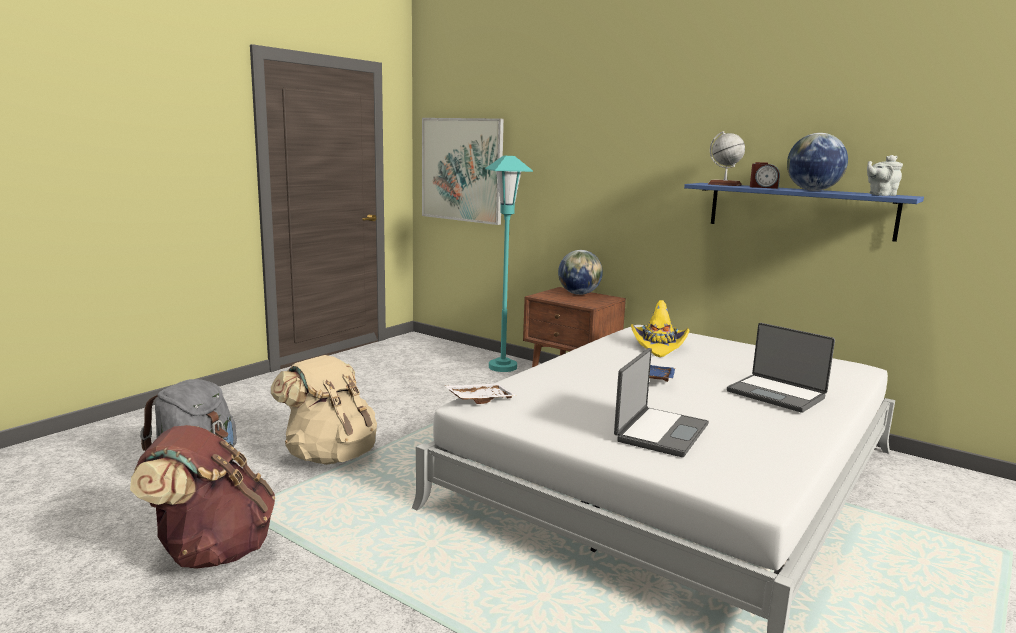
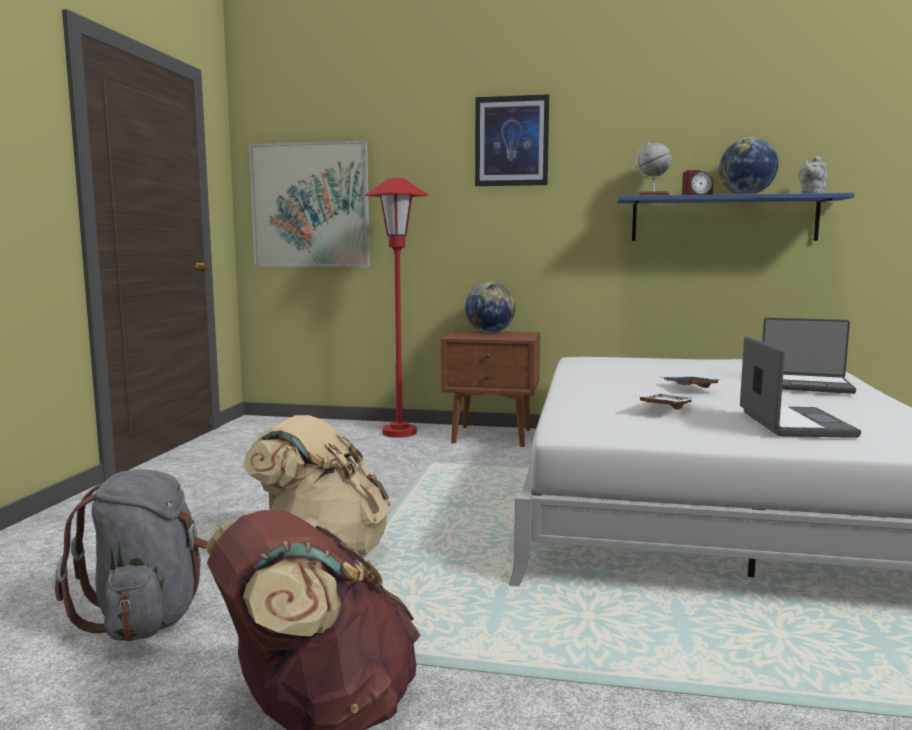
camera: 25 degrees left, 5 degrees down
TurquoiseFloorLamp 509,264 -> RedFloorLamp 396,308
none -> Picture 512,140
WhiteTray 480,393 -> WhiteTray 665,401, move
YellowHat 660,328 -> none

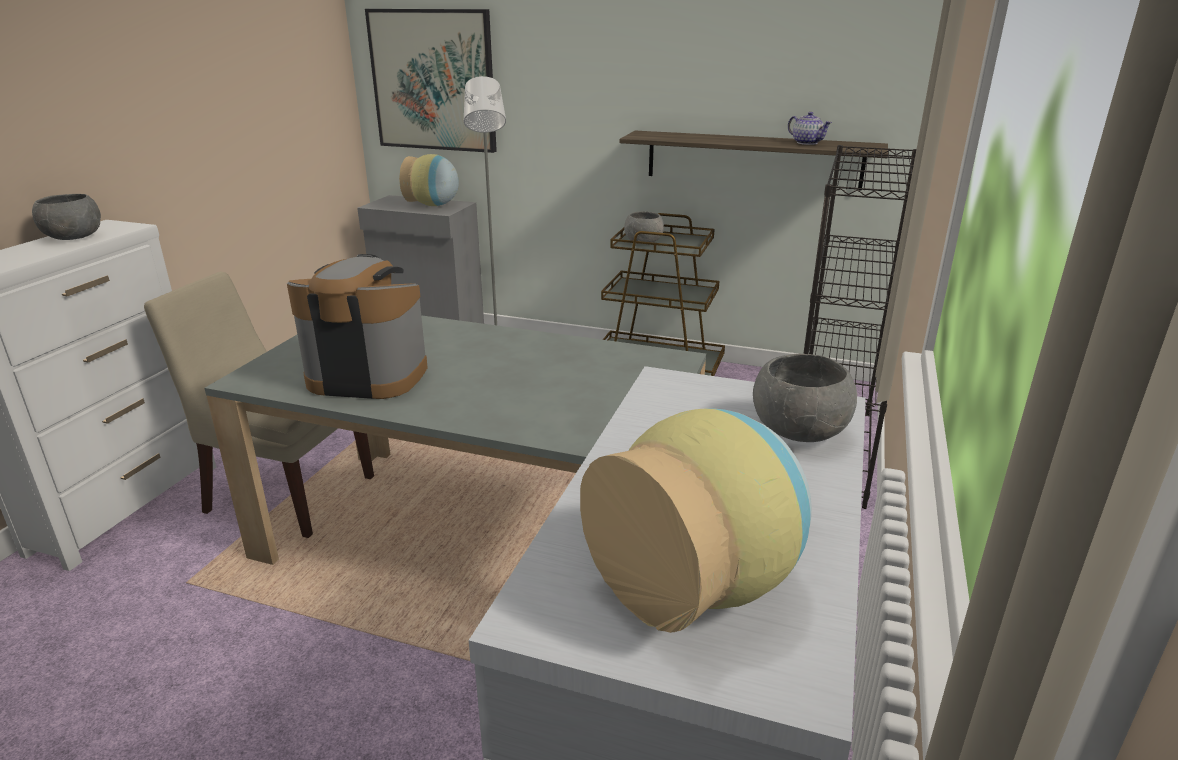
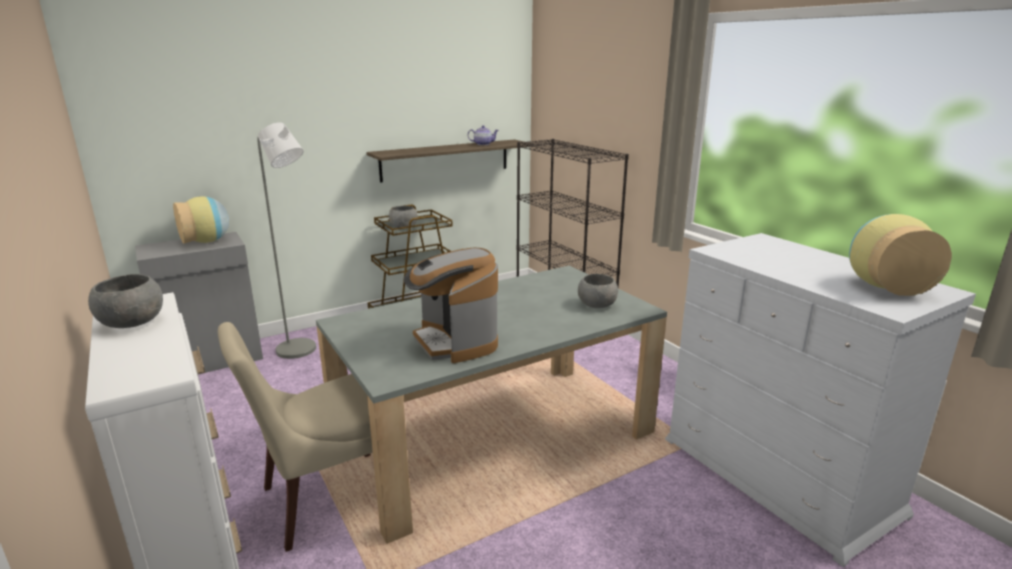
camera: 50 degrees left, 5 degrees down
CoffeeMachine 357,326 -> CoffeeMachine 451,305, 75 degrees counterclockwise
GreyBowl 805,398 -> GreyBowl 598,291, move
Picture 431,81 -> none

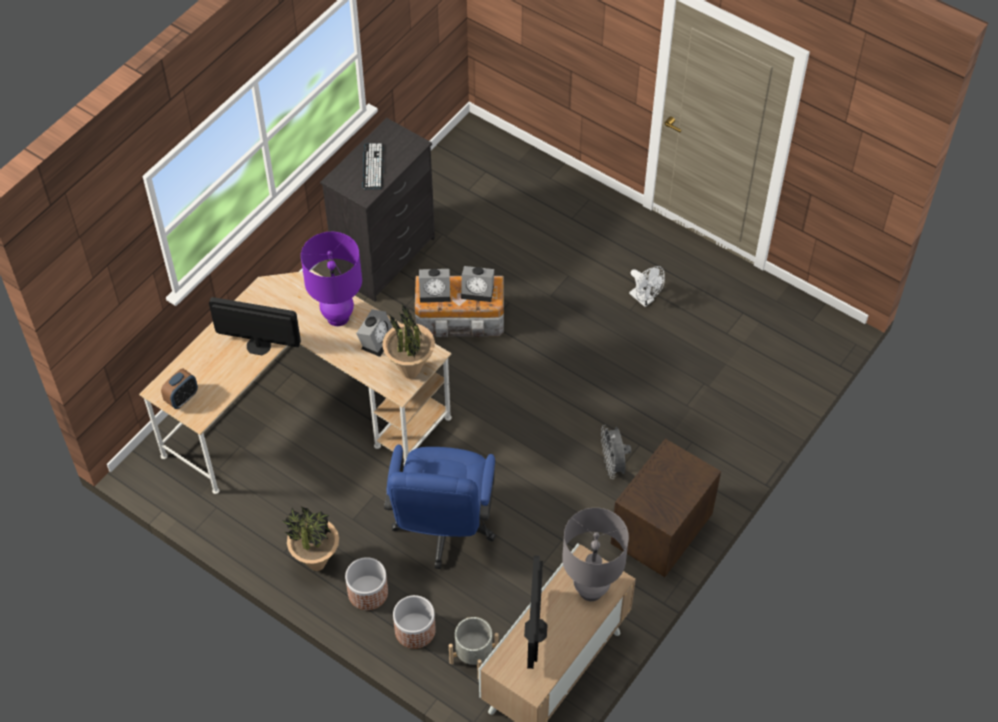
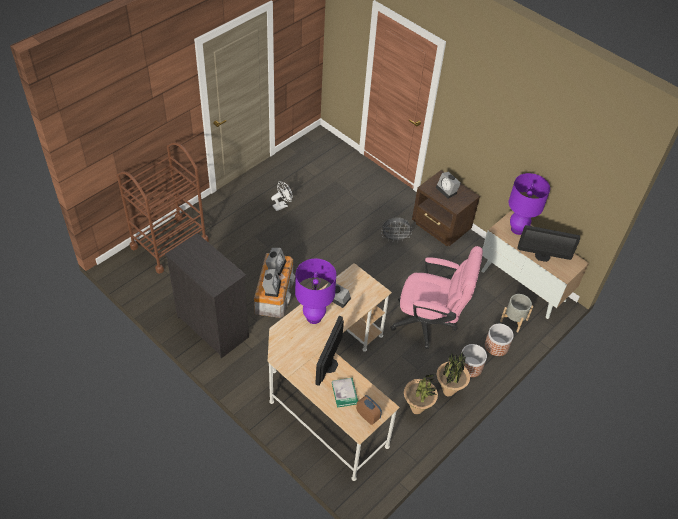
camera: 85 degrees left, 5 degrees down
none -> BrownCart 163,208
none -> Book 345,393
BlueOfficeChair 440,506 -> PinkOfficeChair 436,297
PottedPlant 408,341 -> PottedPlant 422,394, move
none -> AlarmClock 448,185
GreyTableLamp 595,554 -> PurpleTableLamp 529,204
Keyboard 373,166 -> none

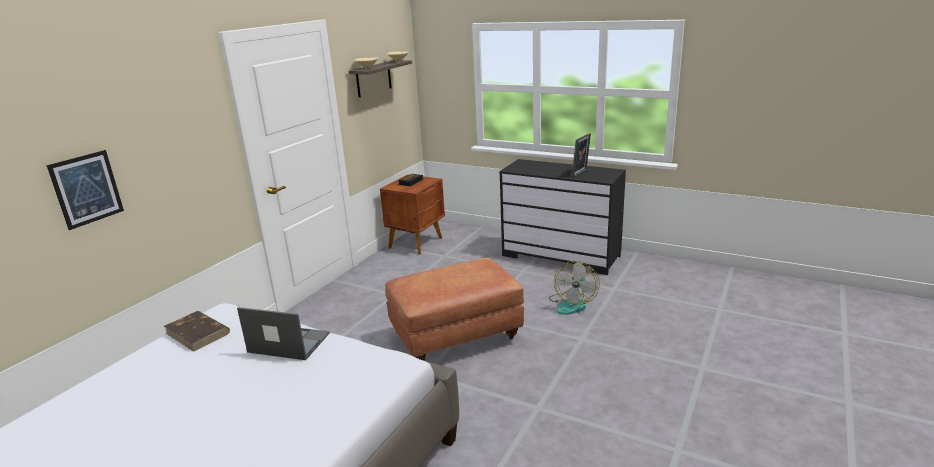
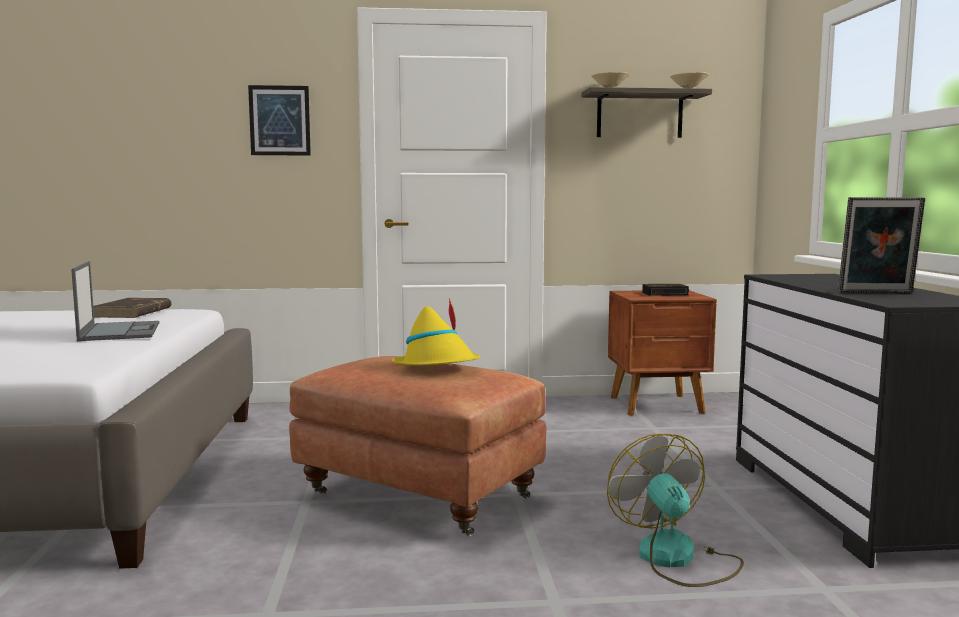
camera: 55 degrees right, 15 degrees down
Picture 85,190 -> Picture 279,120, move
none -> YellowHat 436,331
Fan 574,287 -> Fan 675,510, 90 degrees clockwise

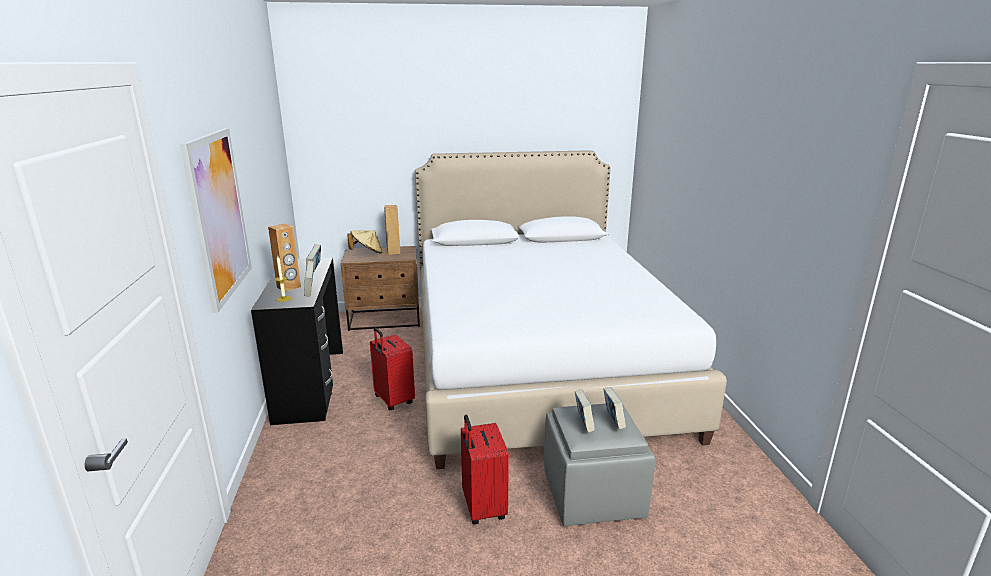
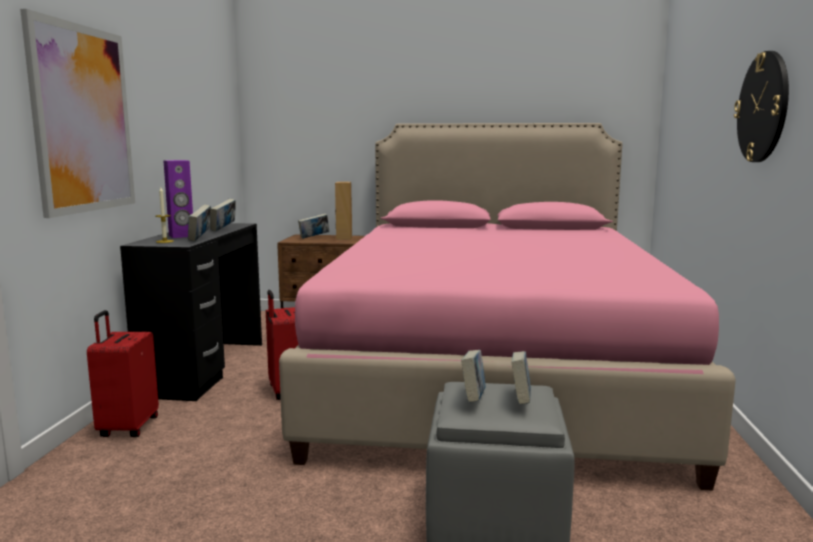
camera: 15 degrees right, 10 degrees down
RedSuitcase 485,469 -> RedSuitcase 123,373, move
BrownSpeaker 284,257 -> PurpleSpeaker 178,199
WhiteBed 571,309 -> PinkBed 507,307
BeigeHat 365,242 -> Book 313,226
none -> WallClock 761,106

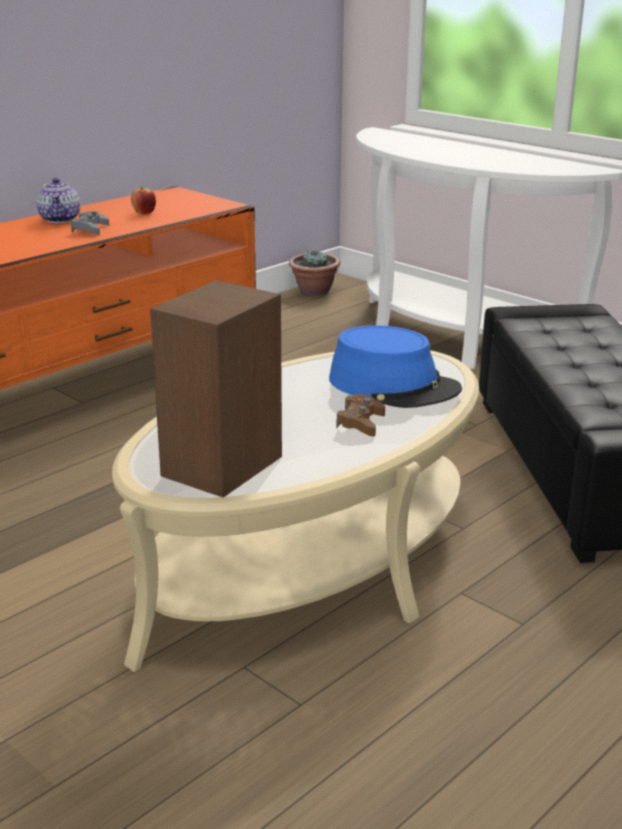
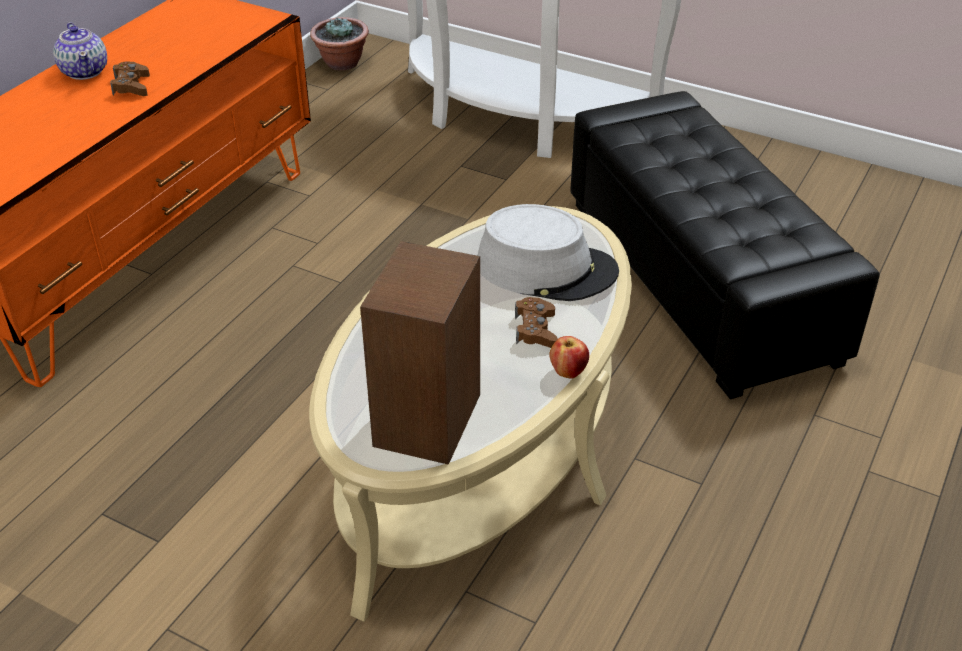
camera: 15 degrees left, 15 degrees up
GreyGameController 90,223 -> BrownGameController 130,78
BlueHat 395,366 -> GreyHat 548,252
Apple 143,201 -> Apple 569,357, move

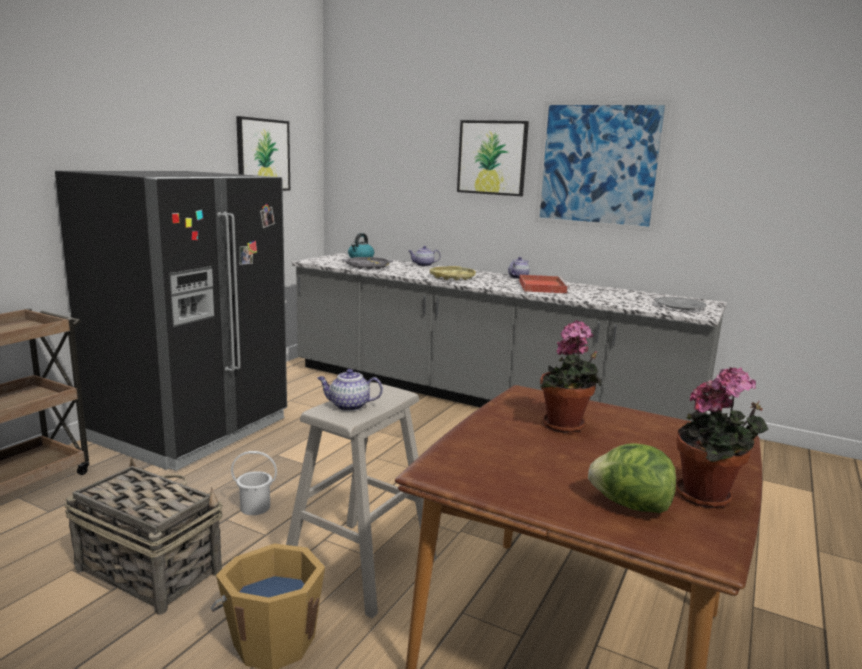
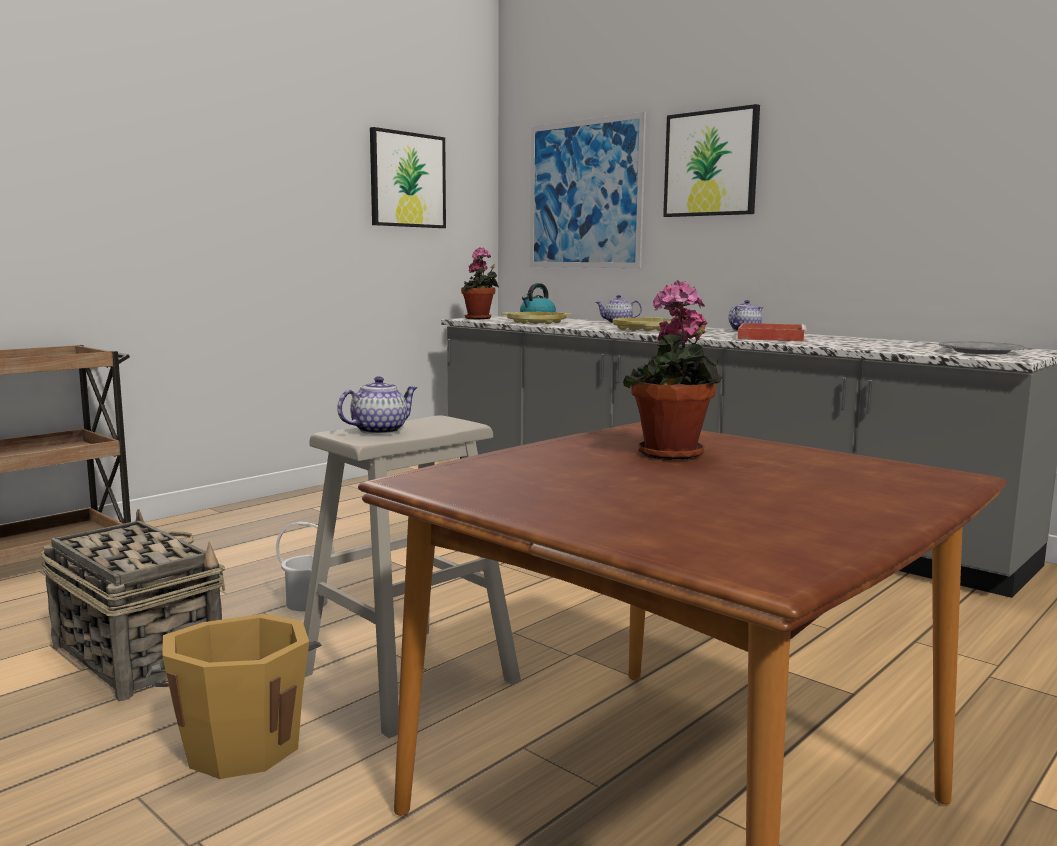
camera: 15 degrees right, 5 degrees down
Teapot 350,390 -> Teapot 377,405, 120 degrees clockwise
PottedPlant 722,437 -> PottedPlant 480,283, move
GreyTray 367,263 -> YellowTray 536,318
Picture 603,166 -> Picture 588,190, move
BlackFridge 171,321 -> none
Lettuce 632,478 -> none

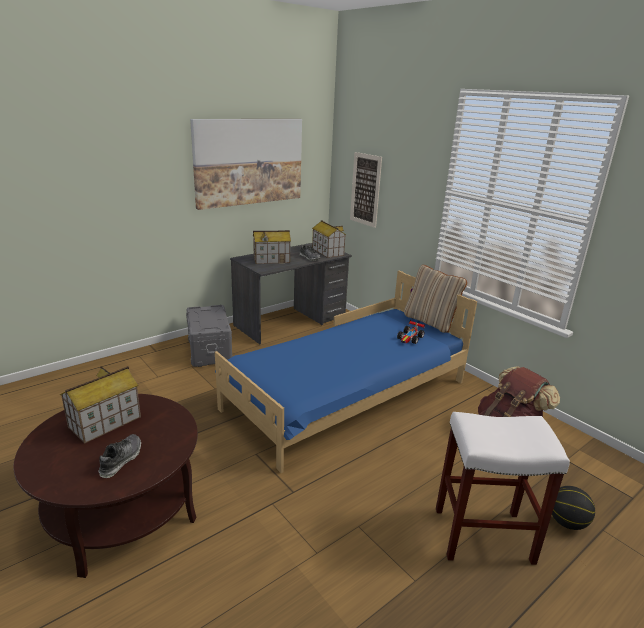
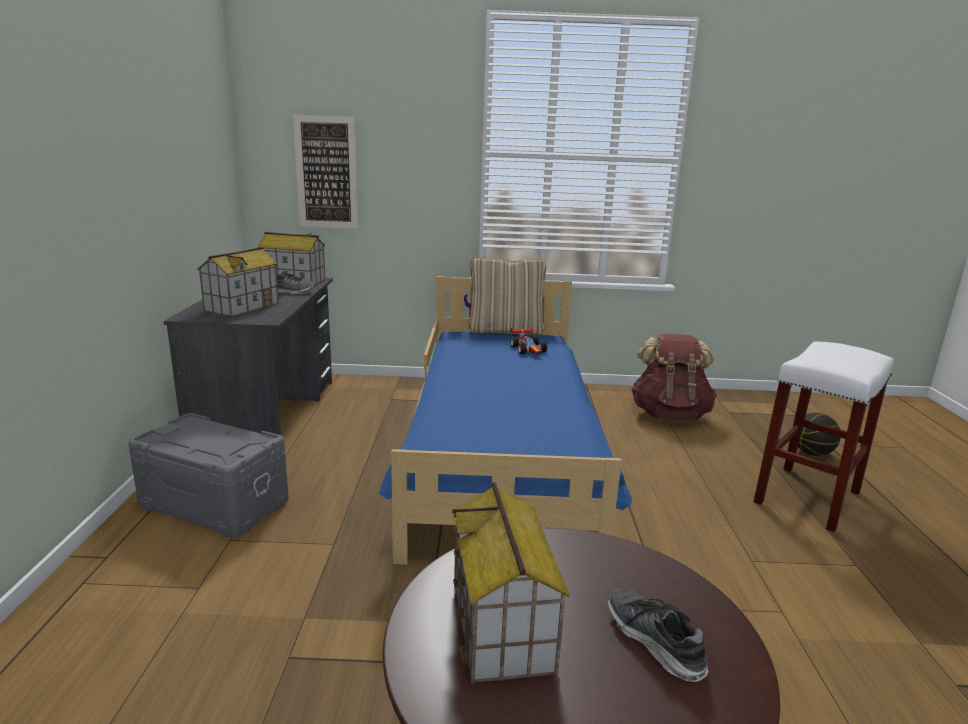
camera: 50 degrees left, 5 degrees down
Picture 246,164 -> none

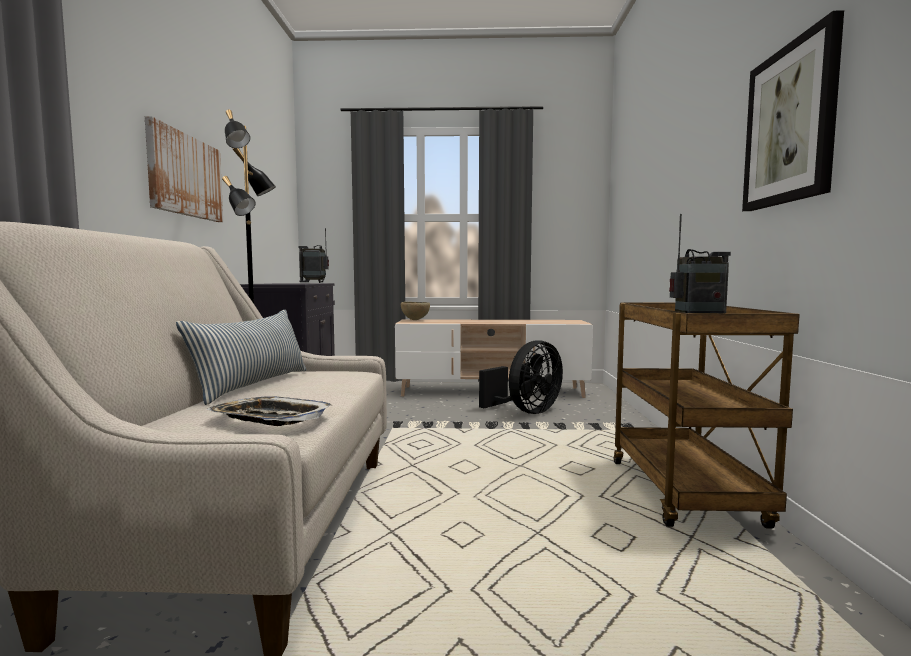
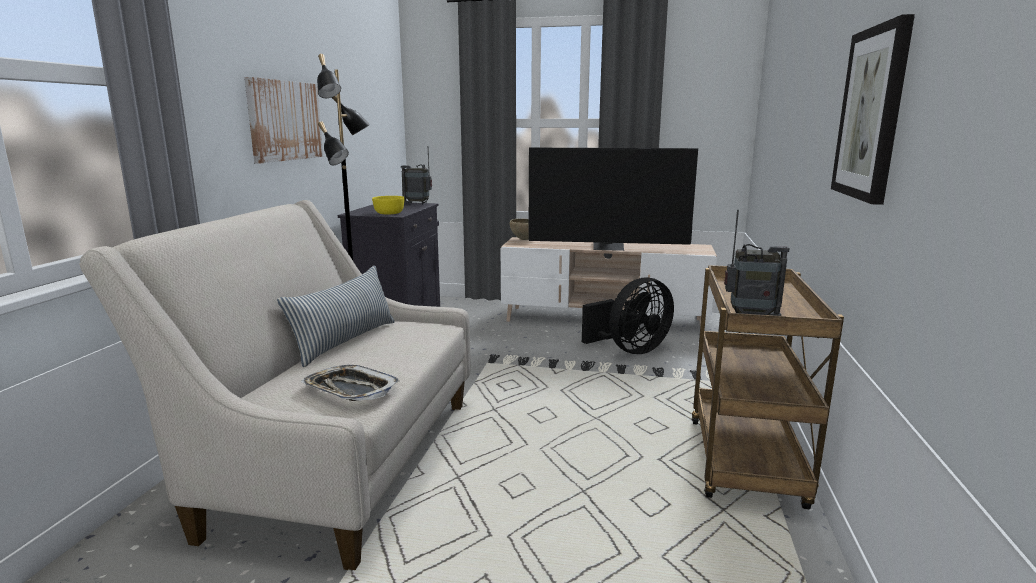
camera: 10 degrees right, 10 degrees up
none -> YellowBowl 388,205
none -> Television 613,199

